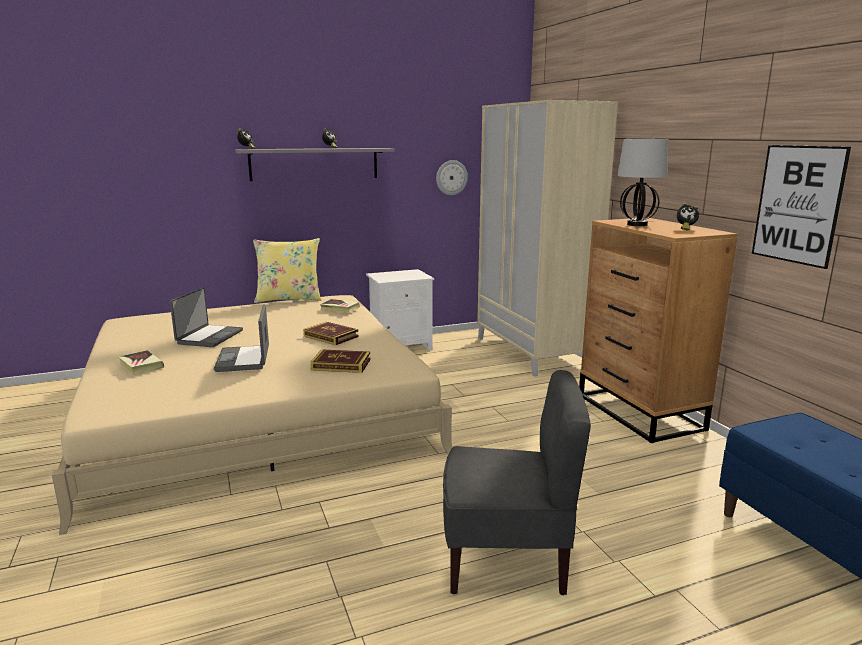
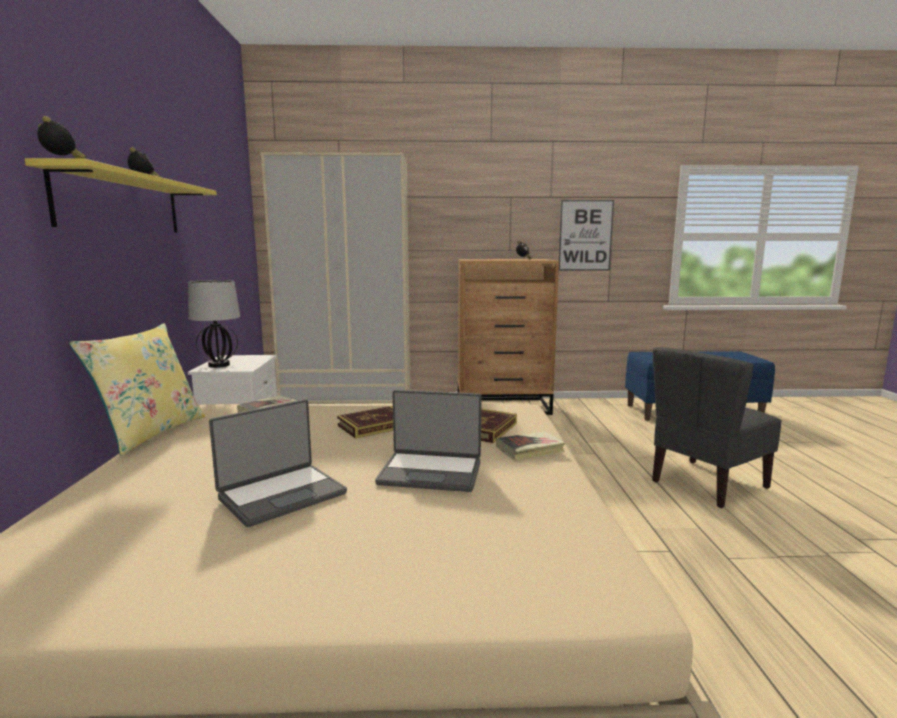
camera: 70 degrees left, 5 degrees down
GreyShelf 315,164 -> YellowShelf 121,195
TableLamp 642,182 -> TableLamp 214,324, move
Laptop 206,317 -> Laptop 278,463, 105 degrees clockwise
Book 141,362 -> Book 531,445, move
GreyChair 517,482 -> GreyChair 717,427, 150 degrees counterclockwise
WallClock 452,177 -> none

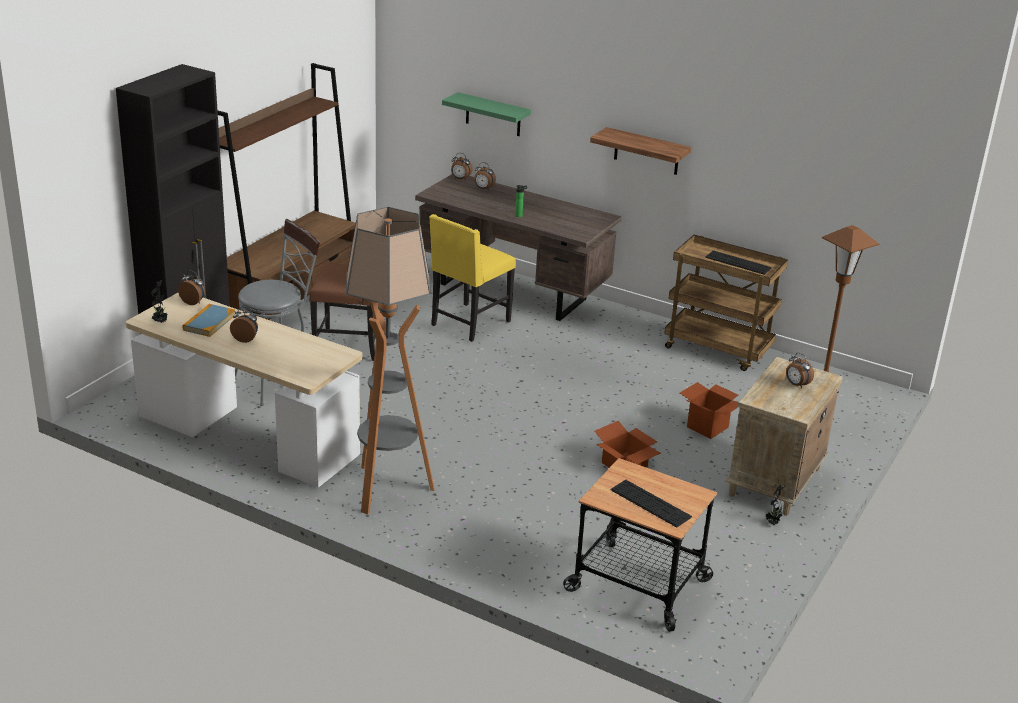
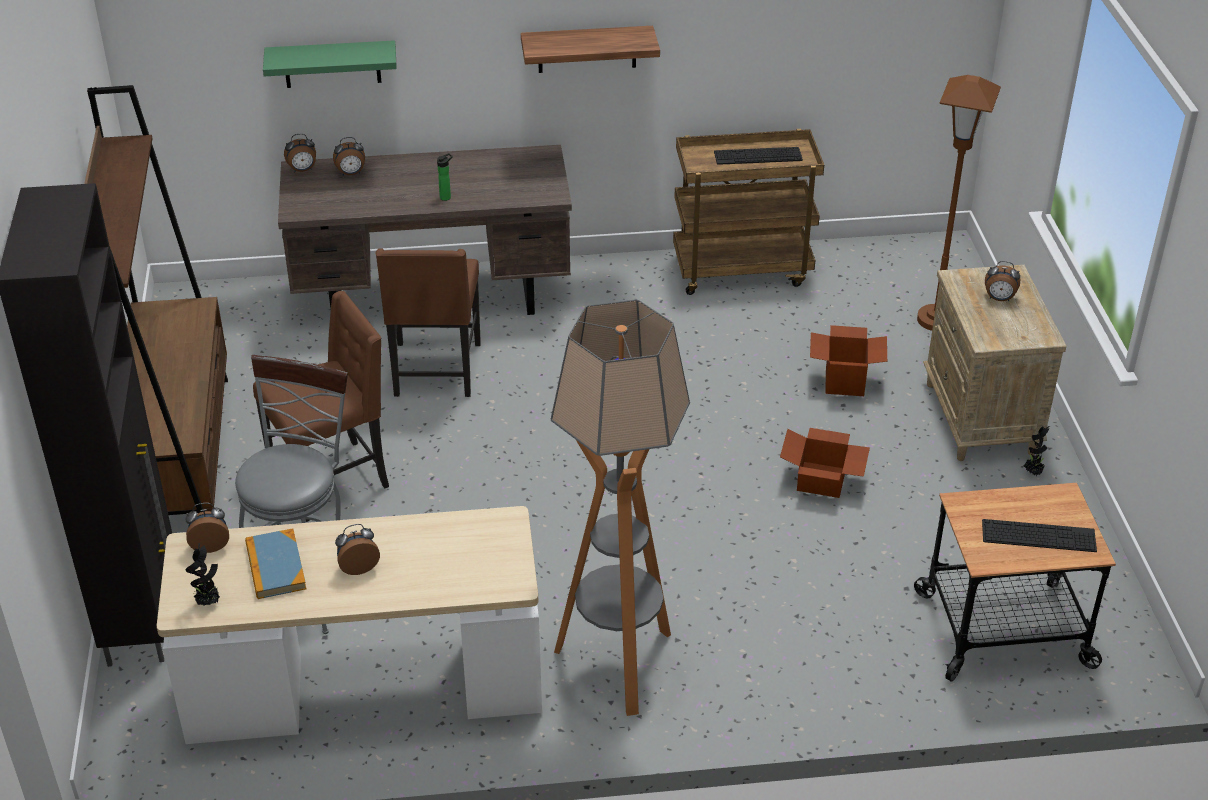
camera: 35 degrees left, 10 degrees up
YellowChair 472,278 -> BrownChair 428,322

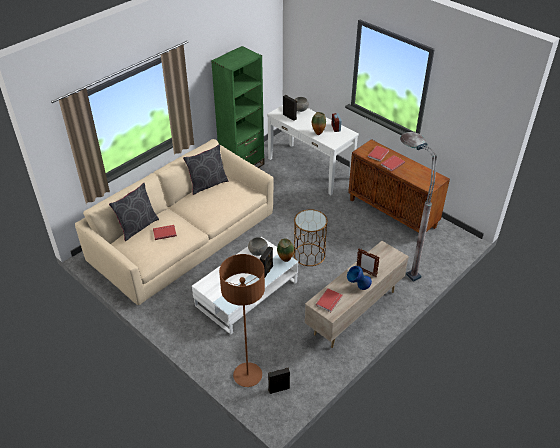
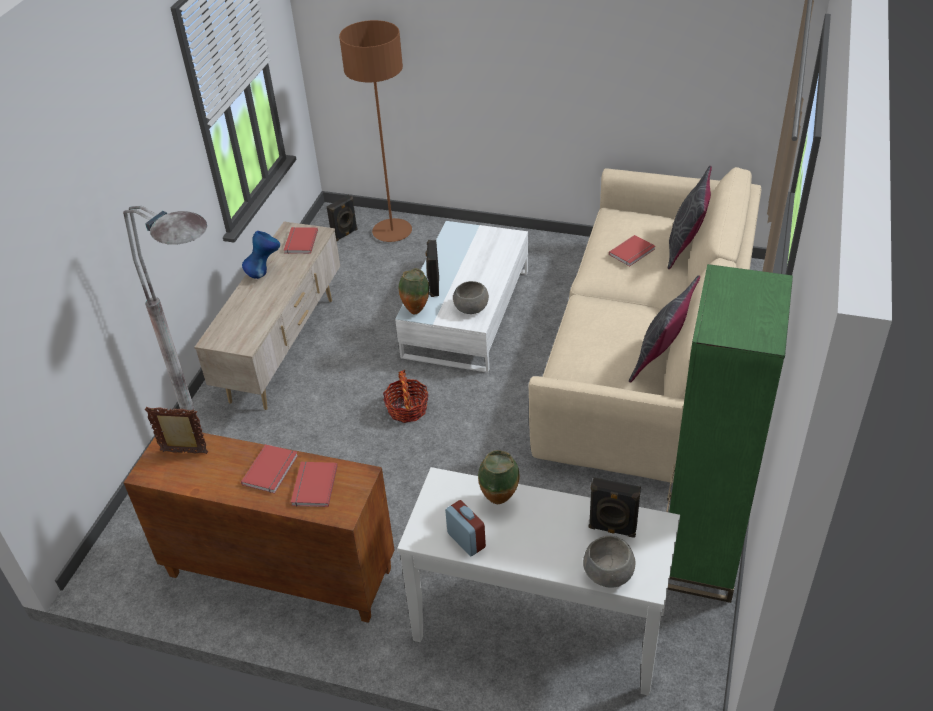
camera: 155 degrees right, 0 degrees up
PictureFrame 368,263 -> PictureFrame 176,430, move
BrownSideTable 311,237 -> Basket 405,396

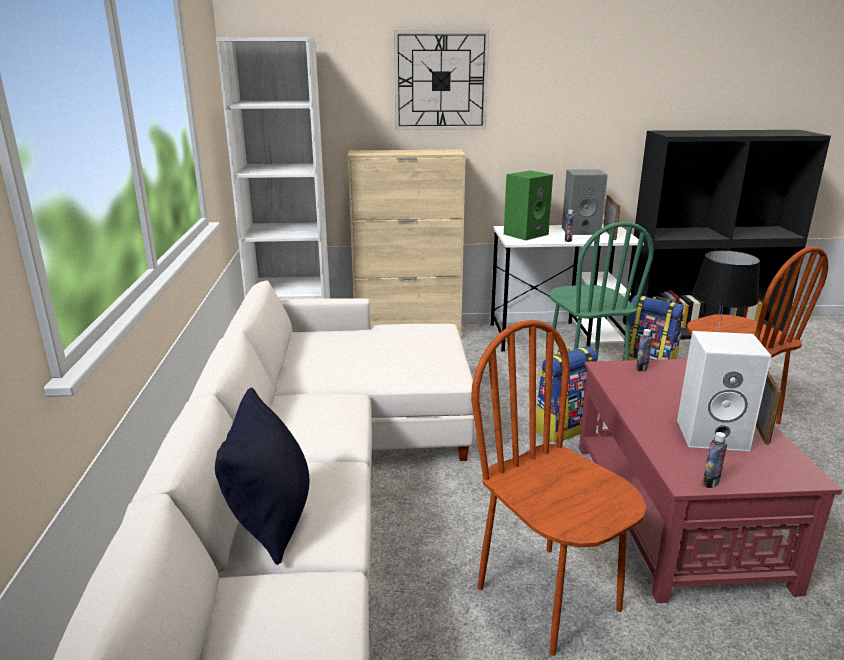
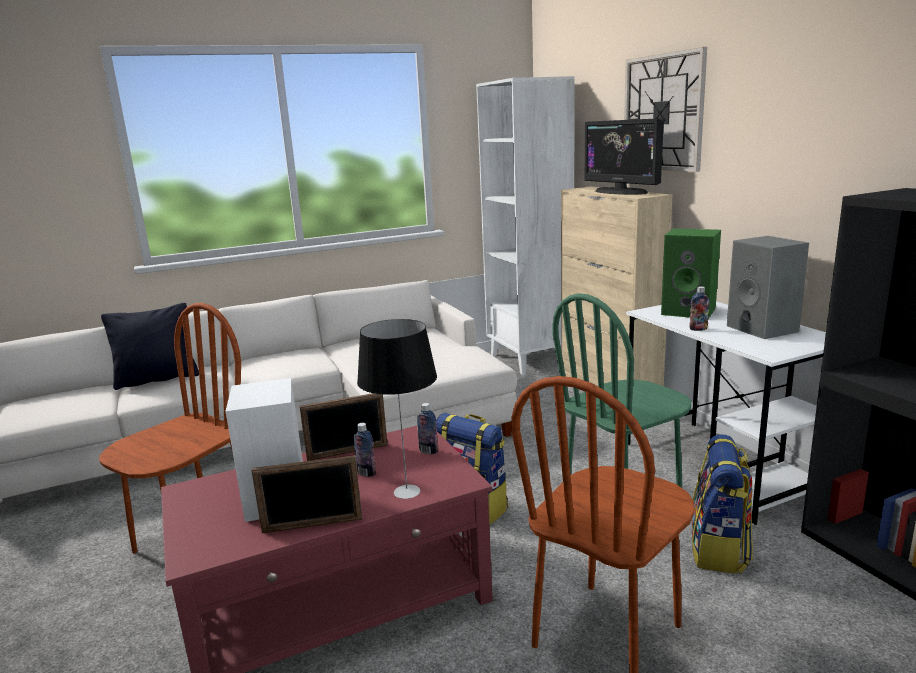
camera: 70 degrees right, 5 degrees down
PictureFrame 612,217 -> PictureFrame 344,427, move
Bottle 714,460 -> Bottle 365,450, move
none -> Monitor 624,156

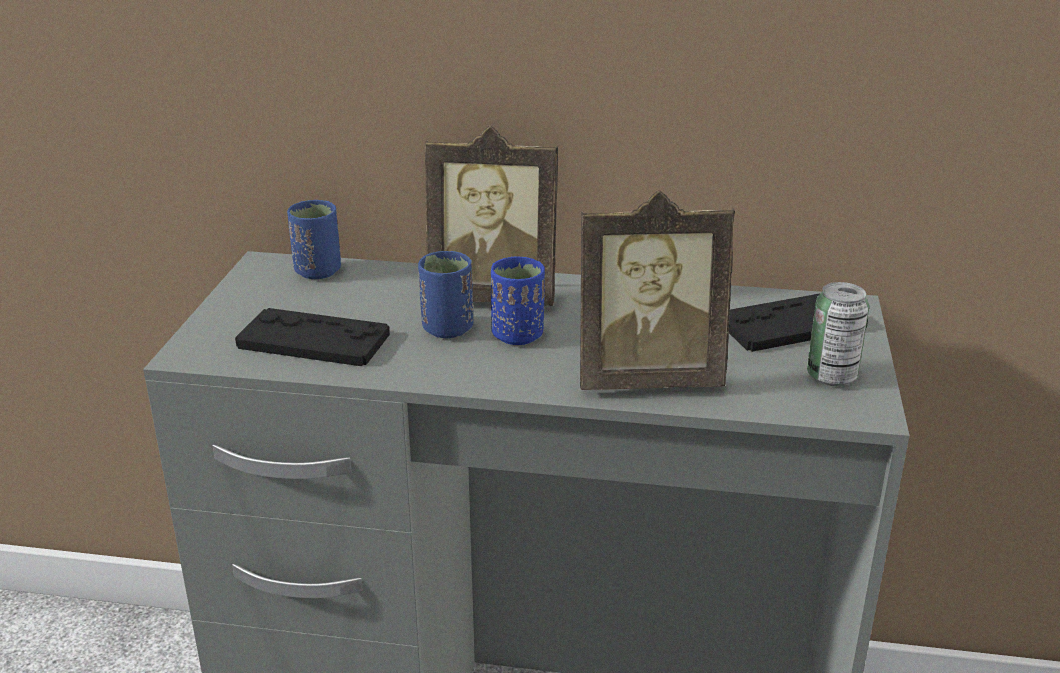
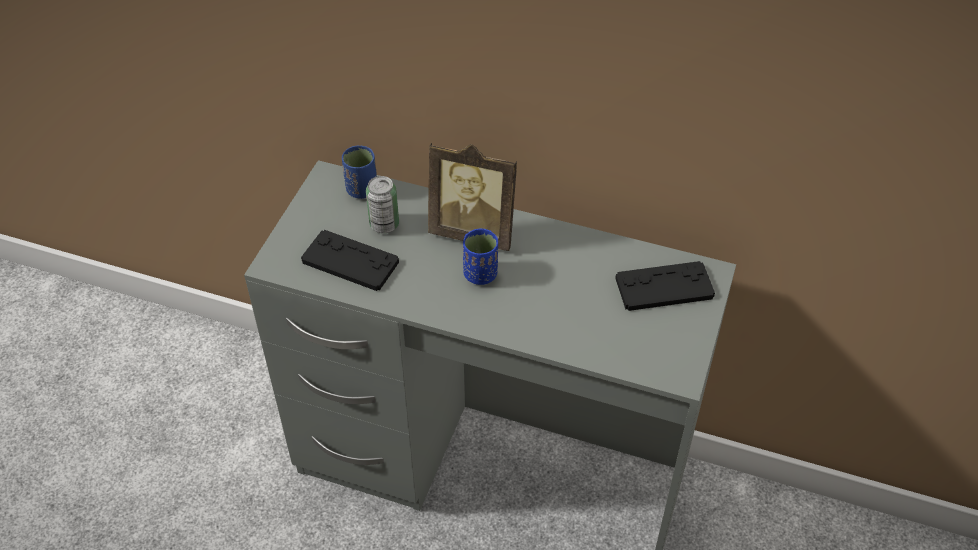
camera: 10 degrees right, 20 degrees up
Can 838,334 -> Can 382,204, move
BlueCup 445,294 -> none
PictureFrame 657,290 -> none

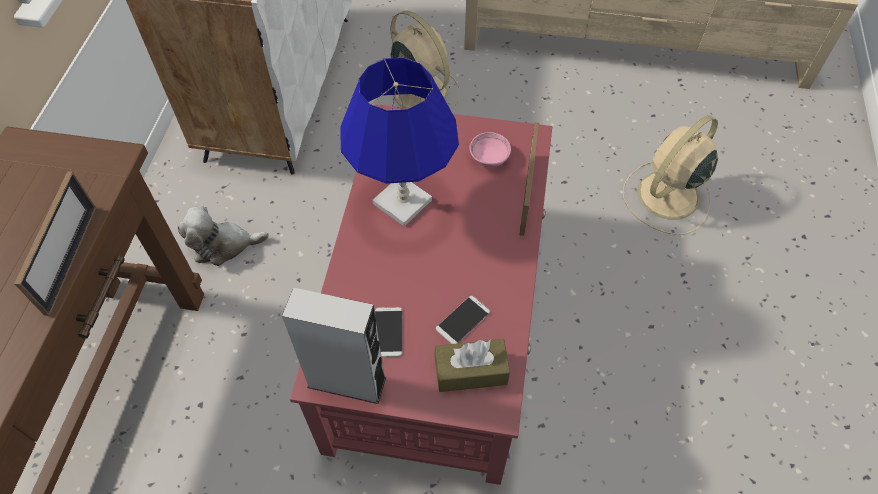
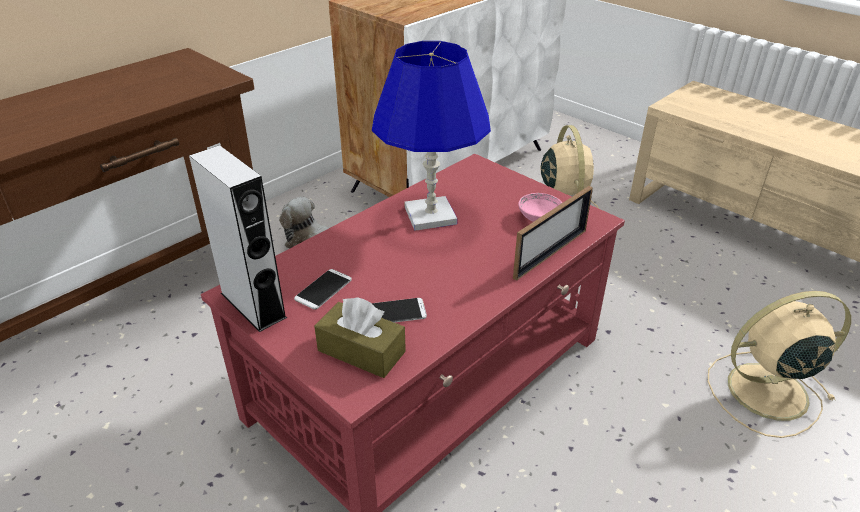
camera: 35 degrees right, 20 degrees down
PictureFrame 55,243 -> none

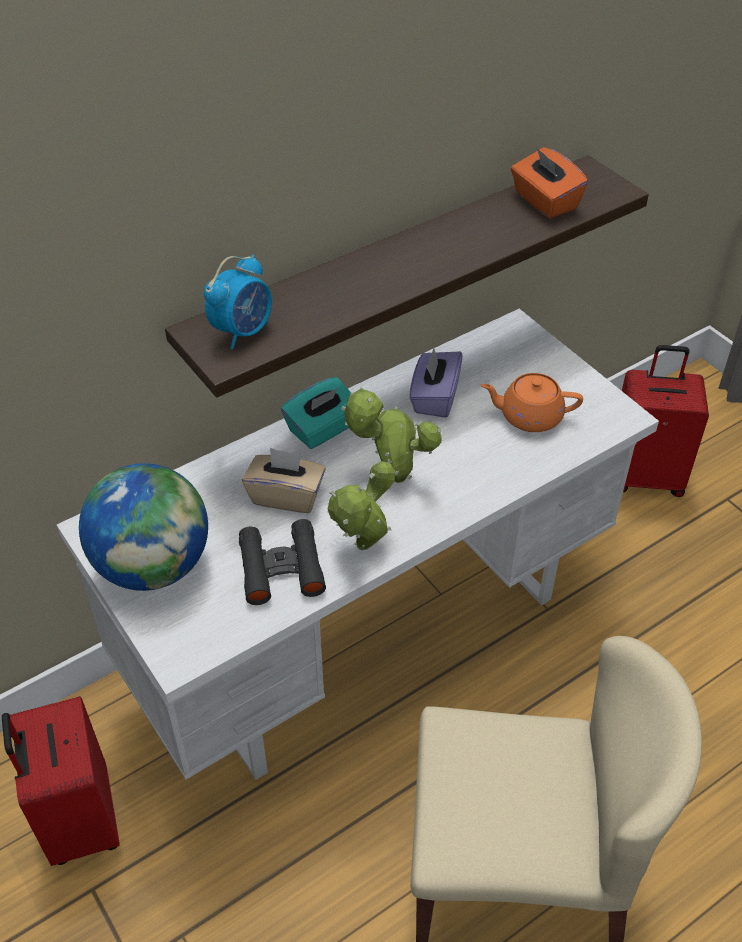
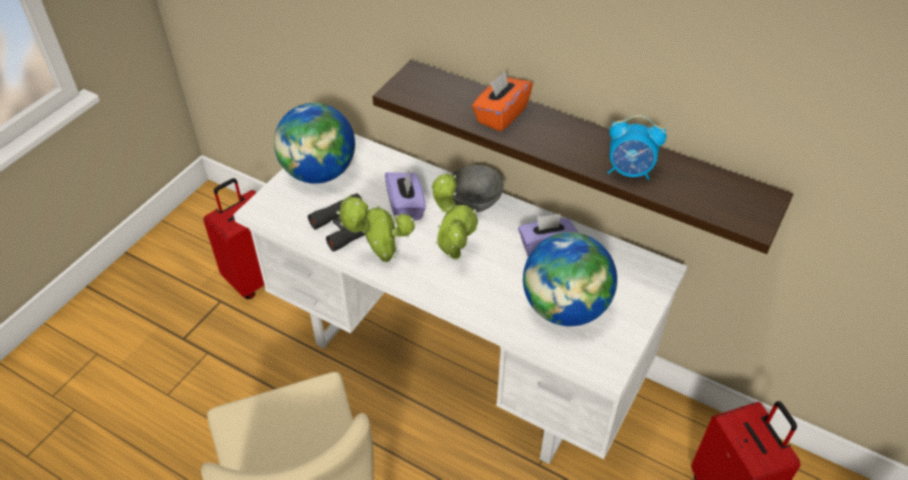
camera: 65 degrees right, 0 degrees up
BeigeTissueBox 284,480 -> PurpleTissueBox 405,195
TurquoiseTissueBox 316,413 -> GreyBowl 478,188
OrangeTissueBox 549,183 -> OrangeTissueBox 502,101, move
OrangeTeapot 532,402 -> Globe 570,279
AlarmClock 238,302 -> AlarmClock 637,147, move

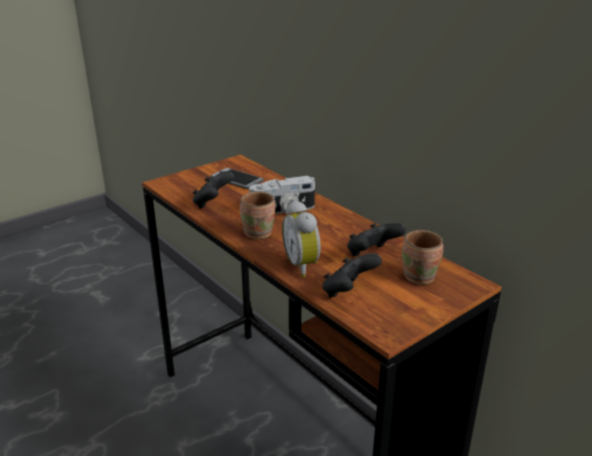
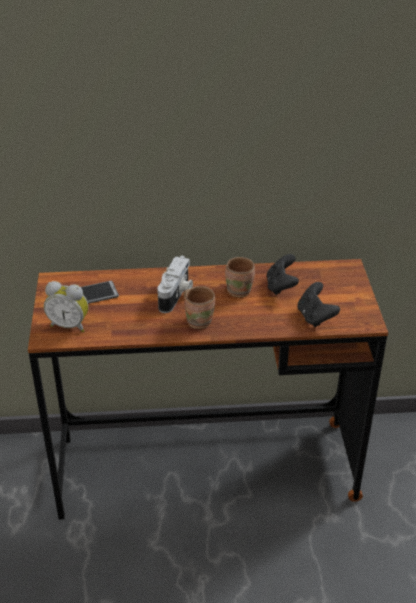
camera: 55 degrees left, 10 degrees up
AlarmClock 301,238 -> AlarmClock 66,306, move
BrownMug 422,257 -> BrownMug 240,277, move
BlackGameController 213,190 -> none

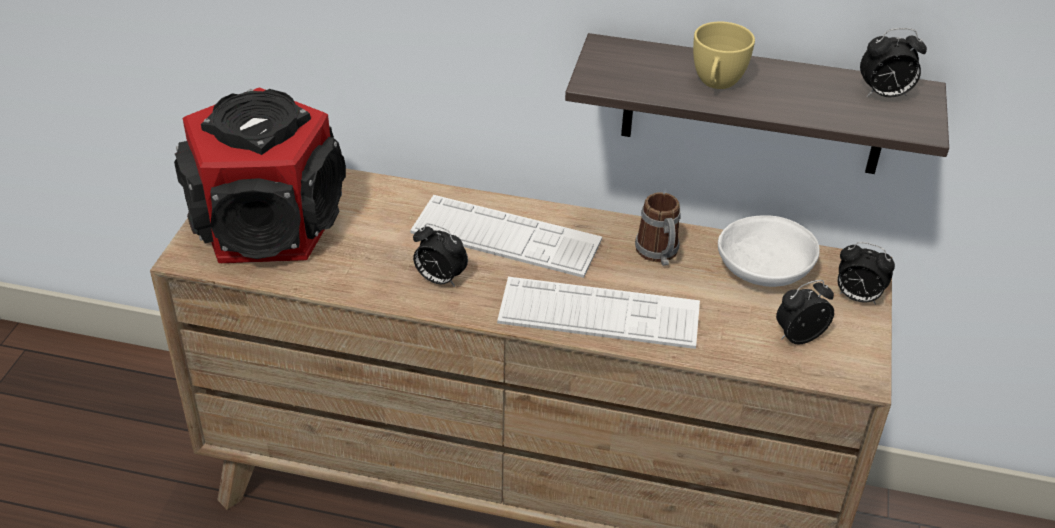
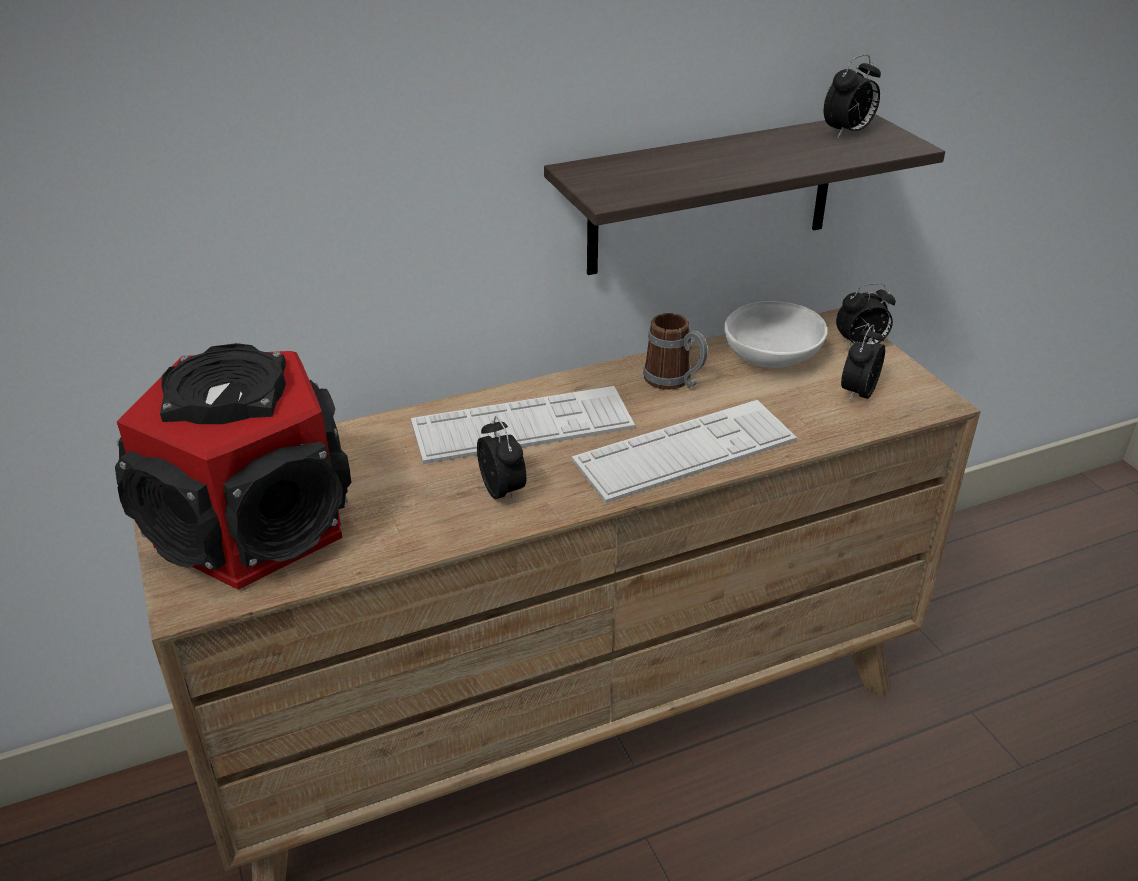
camera: 35 degrees left, 5 degrees down
AlarmClock 440,255 -> AlarmClock 501,460, 105 degrees counterclockwise
YellowCup 724,55 -> none

